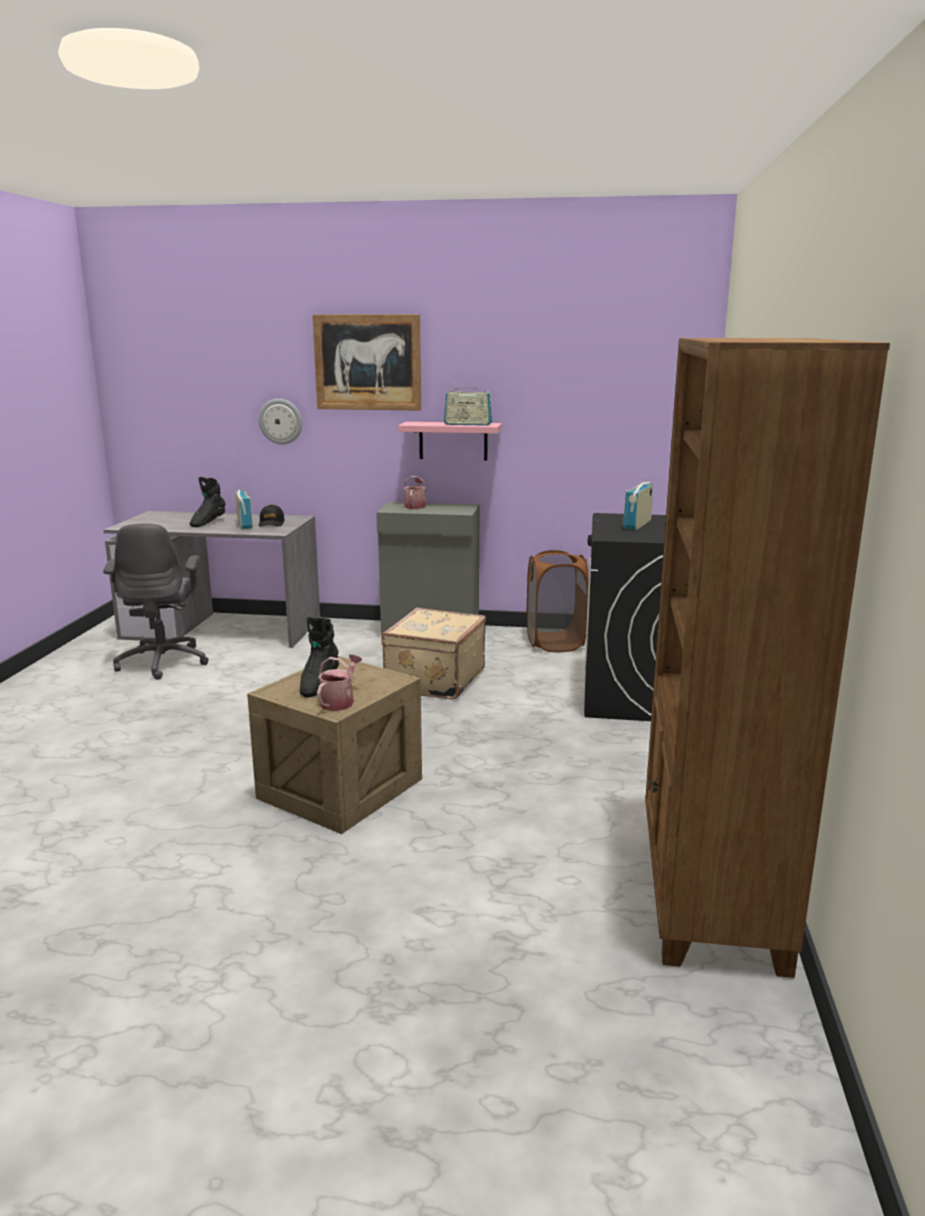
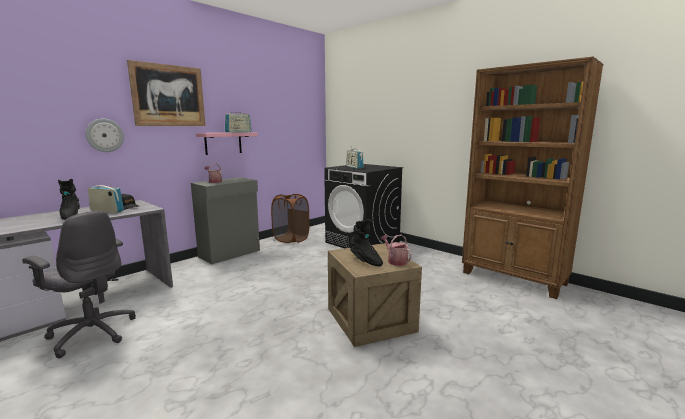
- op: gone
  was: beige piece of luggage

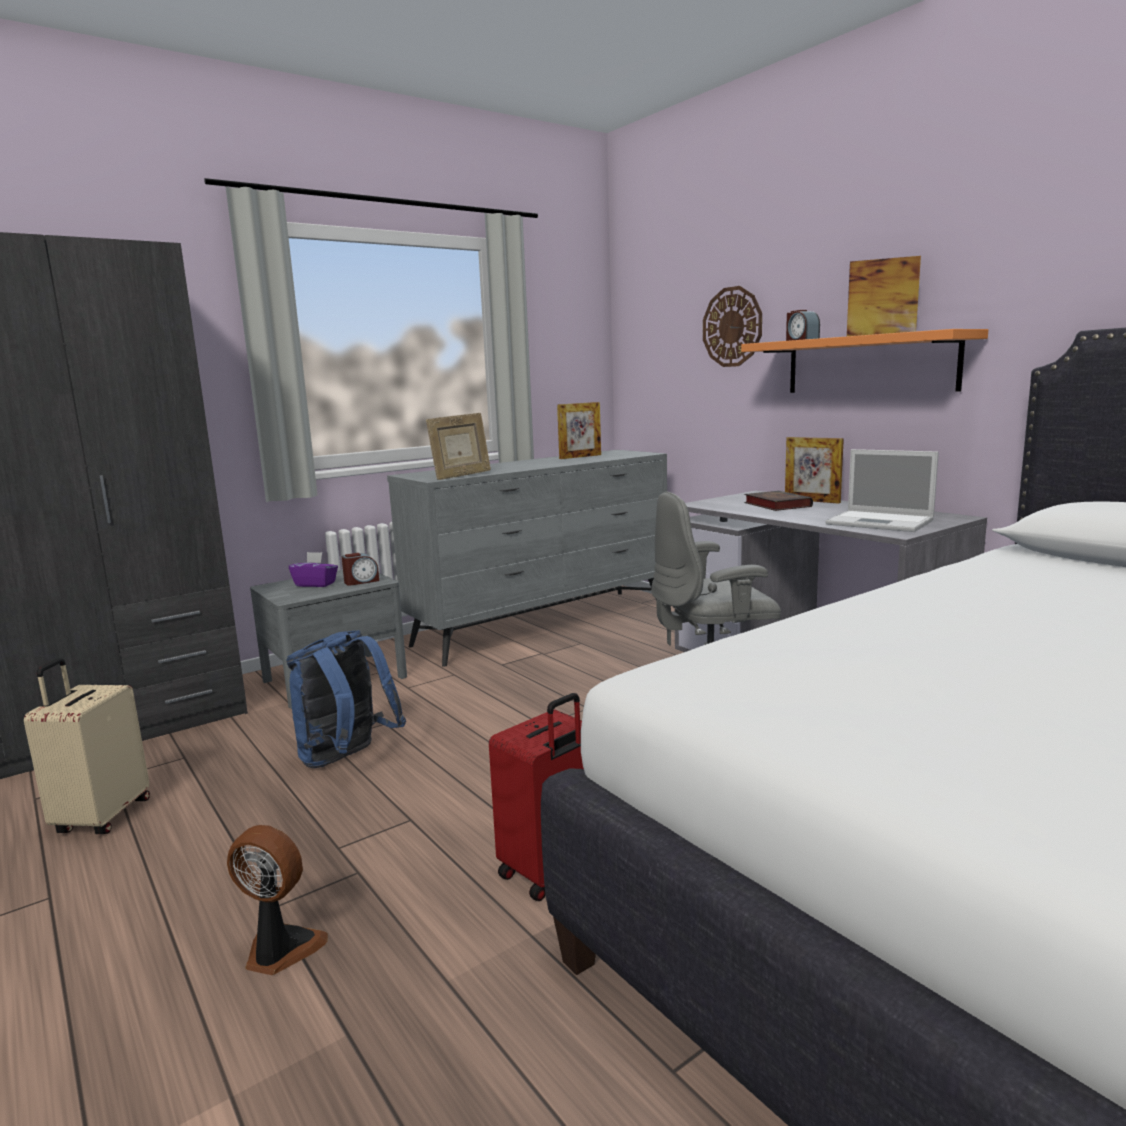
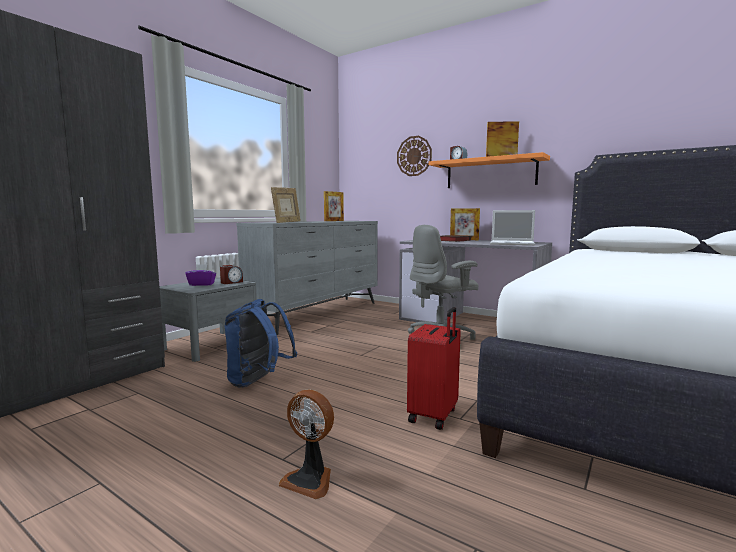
- op: gone
  was: beige piece of luggage
- op: rotated
  was: cooling fan
  clockwise: -150

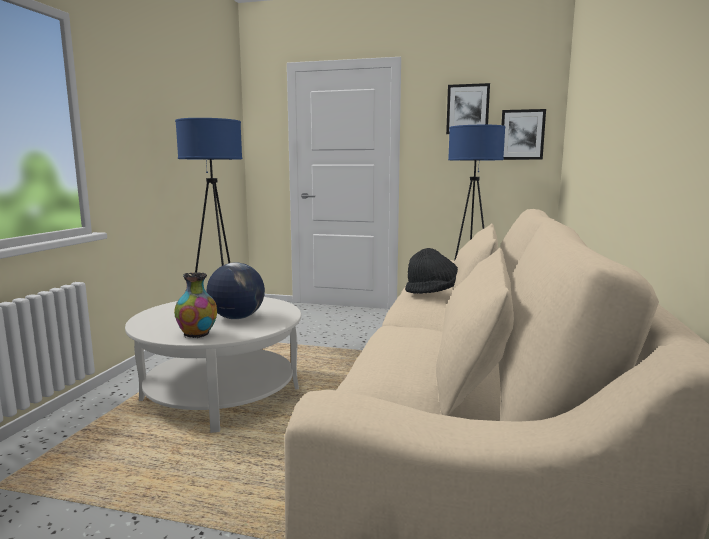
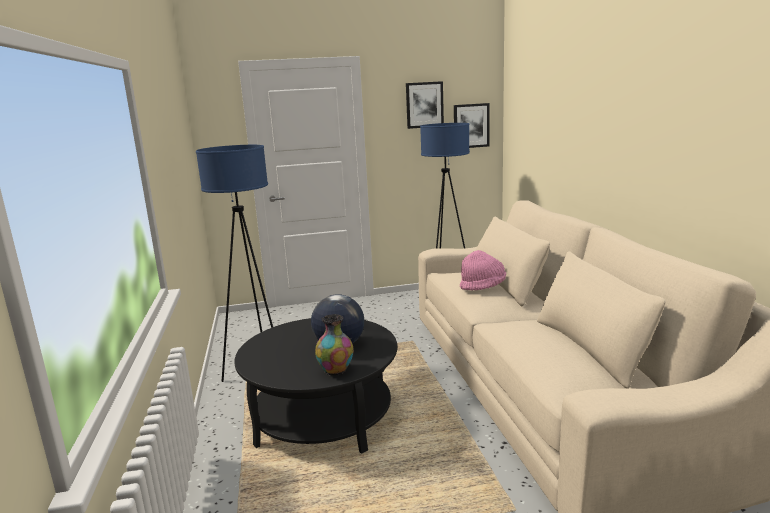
- op: repainted
  was: black clothing hat
  now: pinkish clothing hat
- op: repainted
  was: whitish coffee table
  now: black coffee table

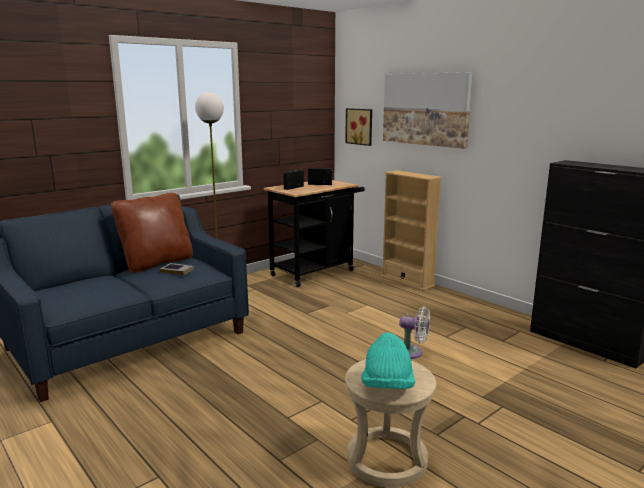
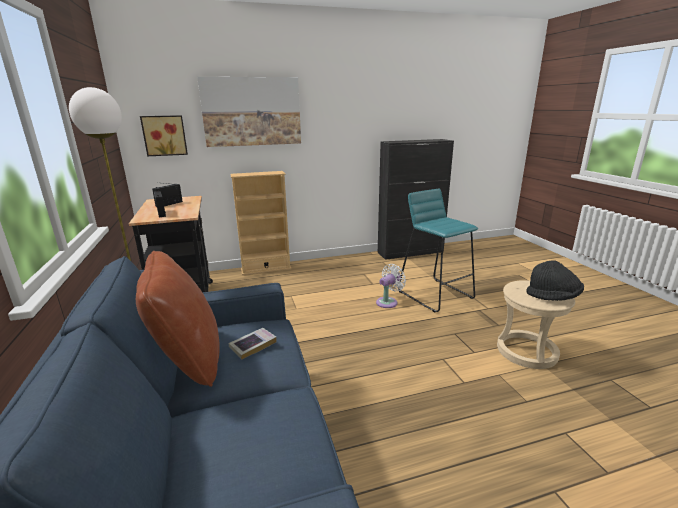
- op: repainted
  was: blue-green clothing hat
  now: black clothing hat
- op: new
  now: blue-green stool

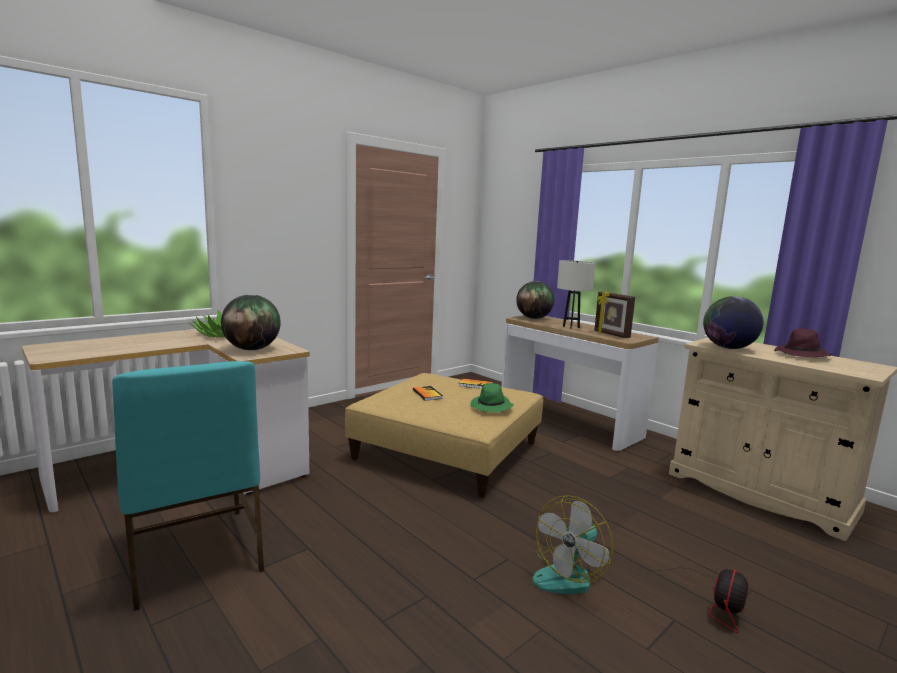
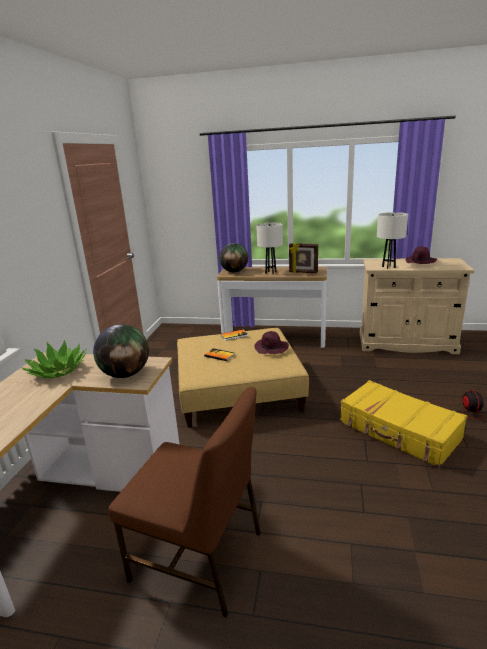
- op: swapped
  was: world globe (no. 3 from left)
  now: whitish table lamp (no. 2 from left)
- op: repainted
  was: blue-green chair
  now: brownish chair
- op: repainted
  was: green-coloured clothing hat
  now: purplish clothing hat (no. 1 from left)
- op: swapped
  was: cooling fan (no. 1 from left)
  now: yellow piece of luggage

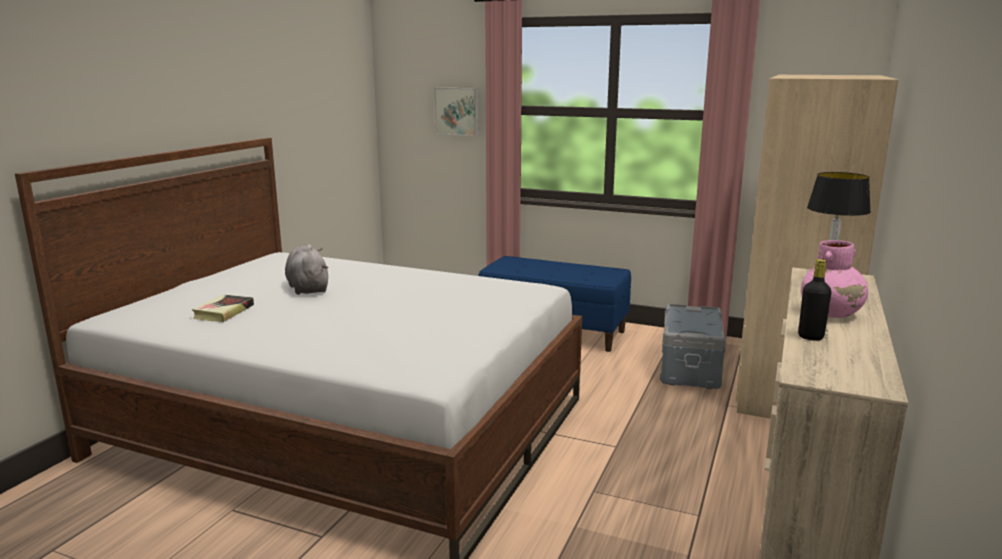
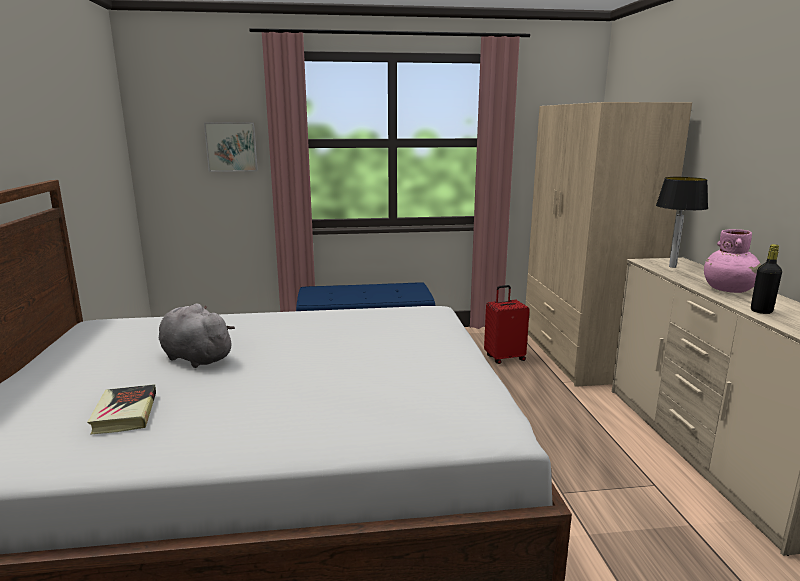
- op: swapped
  was: grey storage bin
  now: reddish piece of luggage

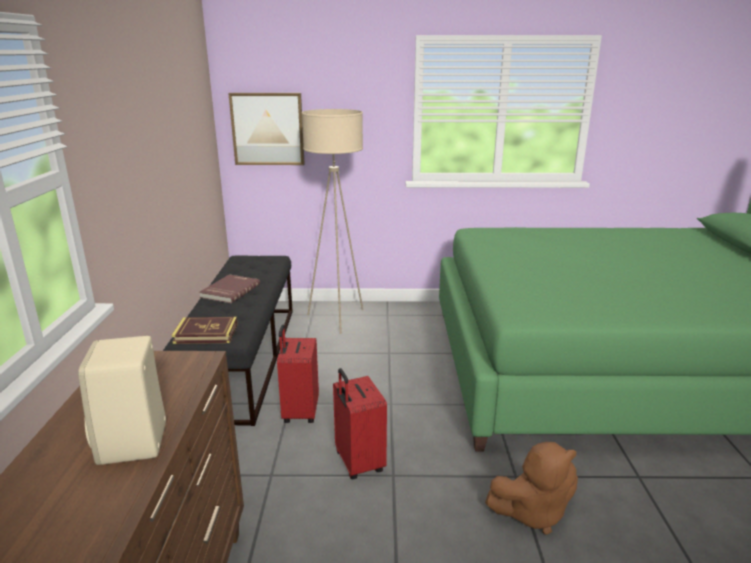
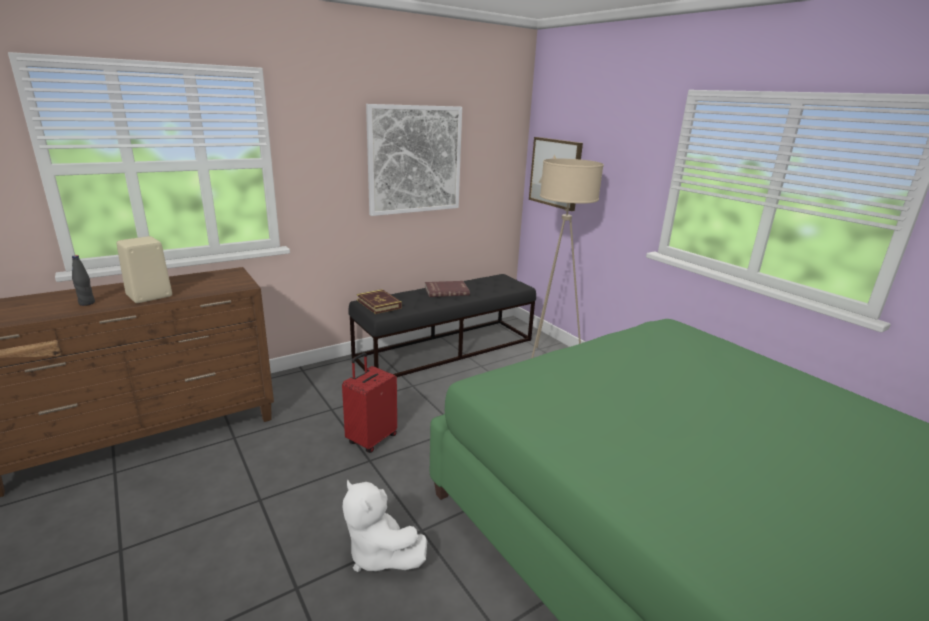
- op: gone
  was: reddish piece of luggage (no. 1 from left)
- op: repainted
  was: brownish plush toy
  now: whitish plush toy
- op: new
  now: wall art (no. 1 from left)
- op: new
  now: black drink bottle

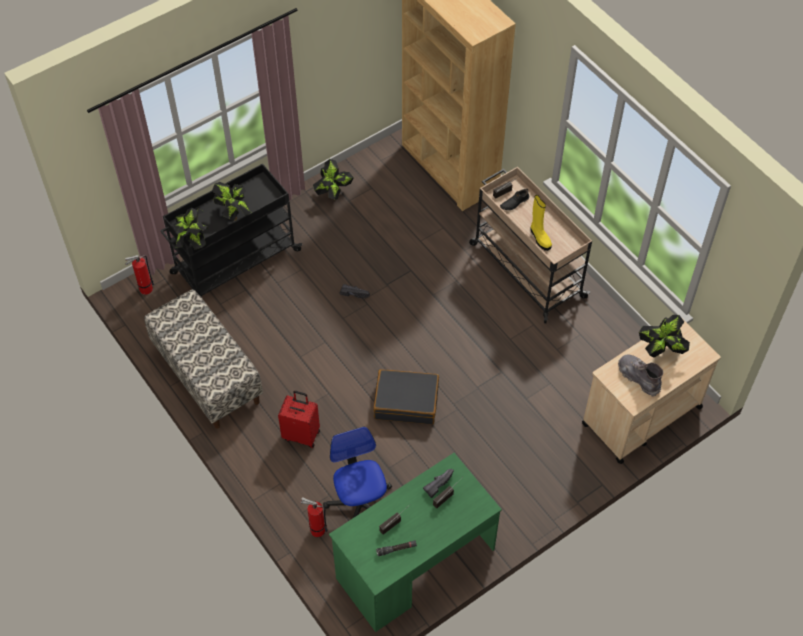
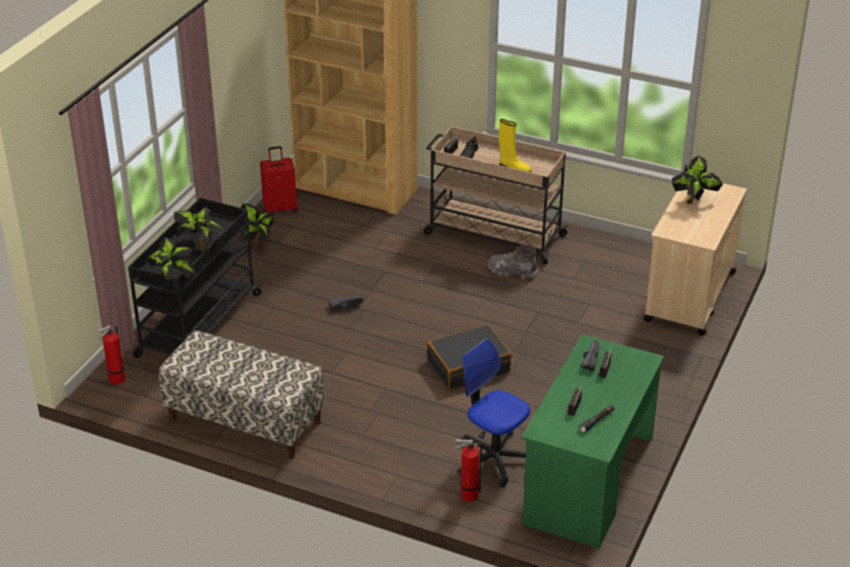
- op: shifted
  was: grey tall boot
- op: shifted
  was: reddish piece of luggage

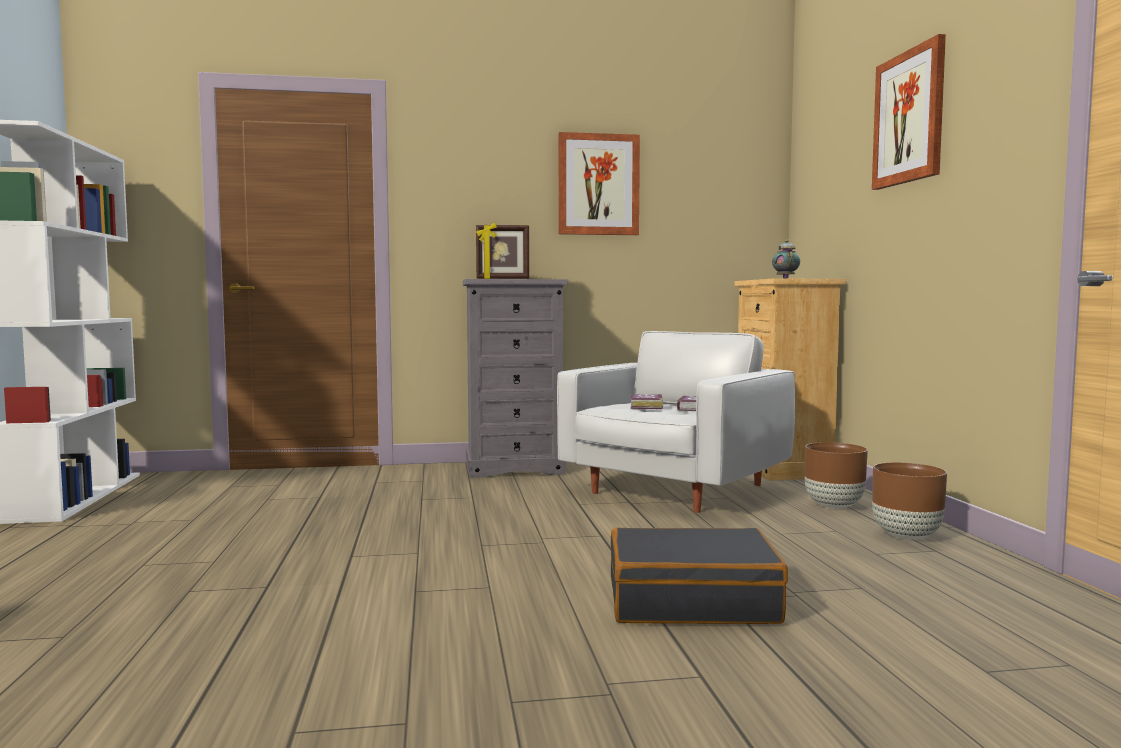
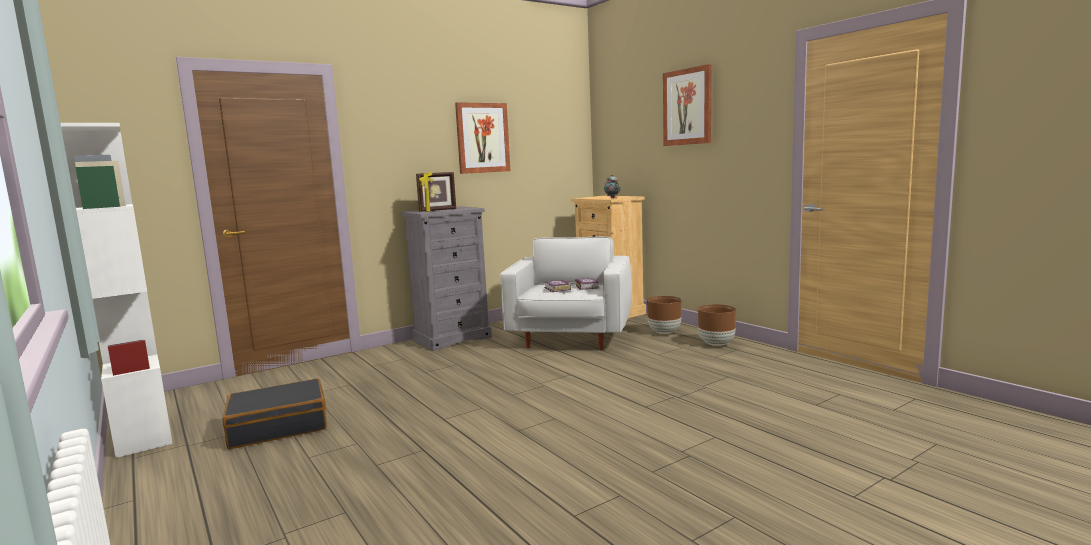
- op: shifted
  was: black piece of luggage

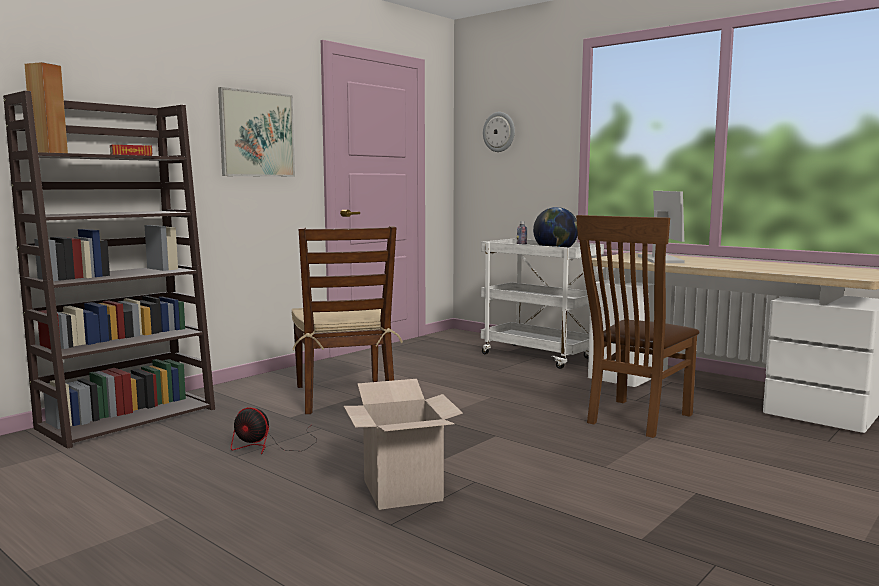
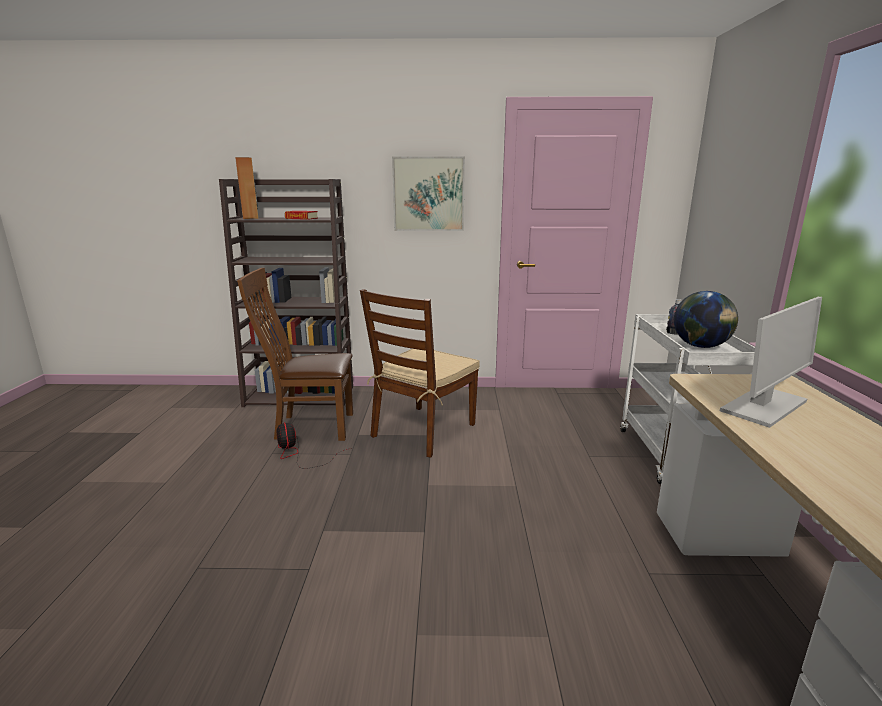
- op: gone
  was: hanging clock
- op: shifted
  was: brownish chair (no. 2 from left in the first image)
  now: brownish chair (no. 1 from left)
- op: gone
  was: cardboard box

